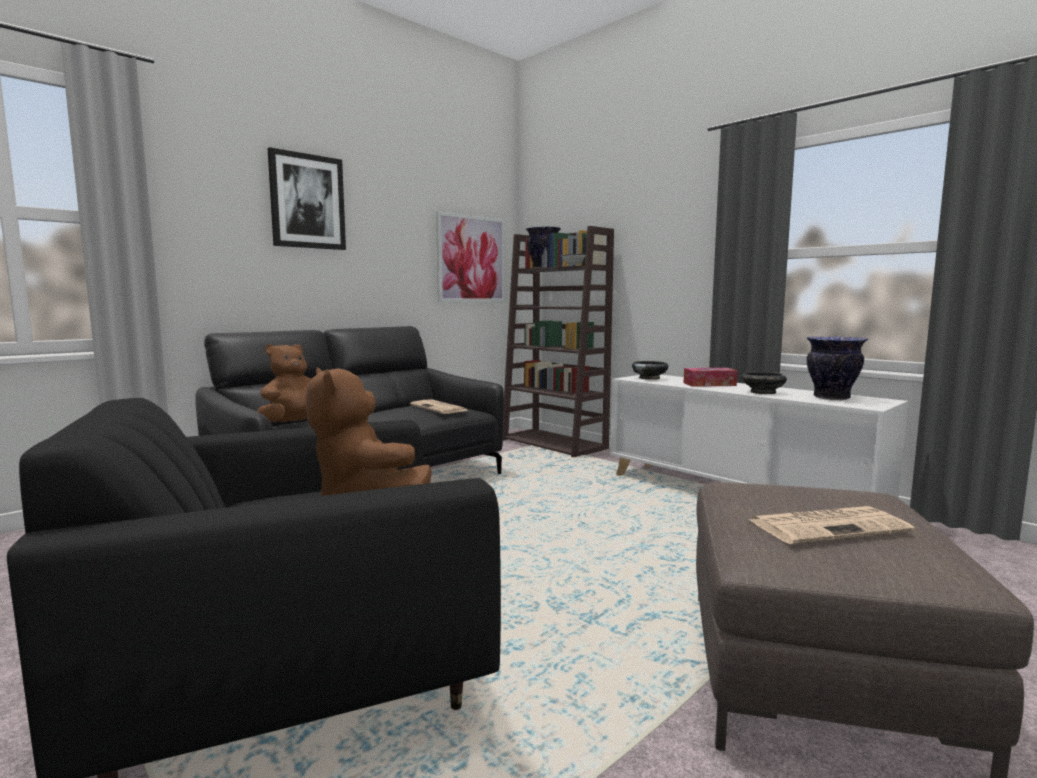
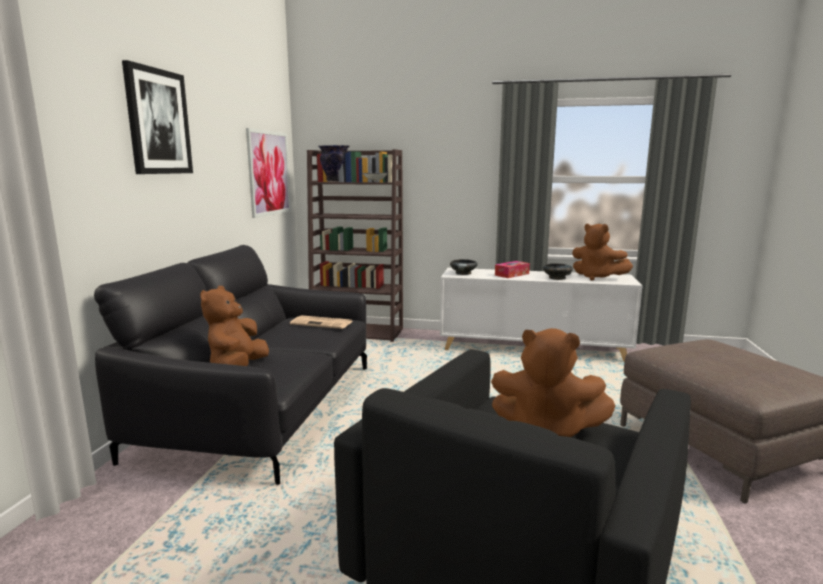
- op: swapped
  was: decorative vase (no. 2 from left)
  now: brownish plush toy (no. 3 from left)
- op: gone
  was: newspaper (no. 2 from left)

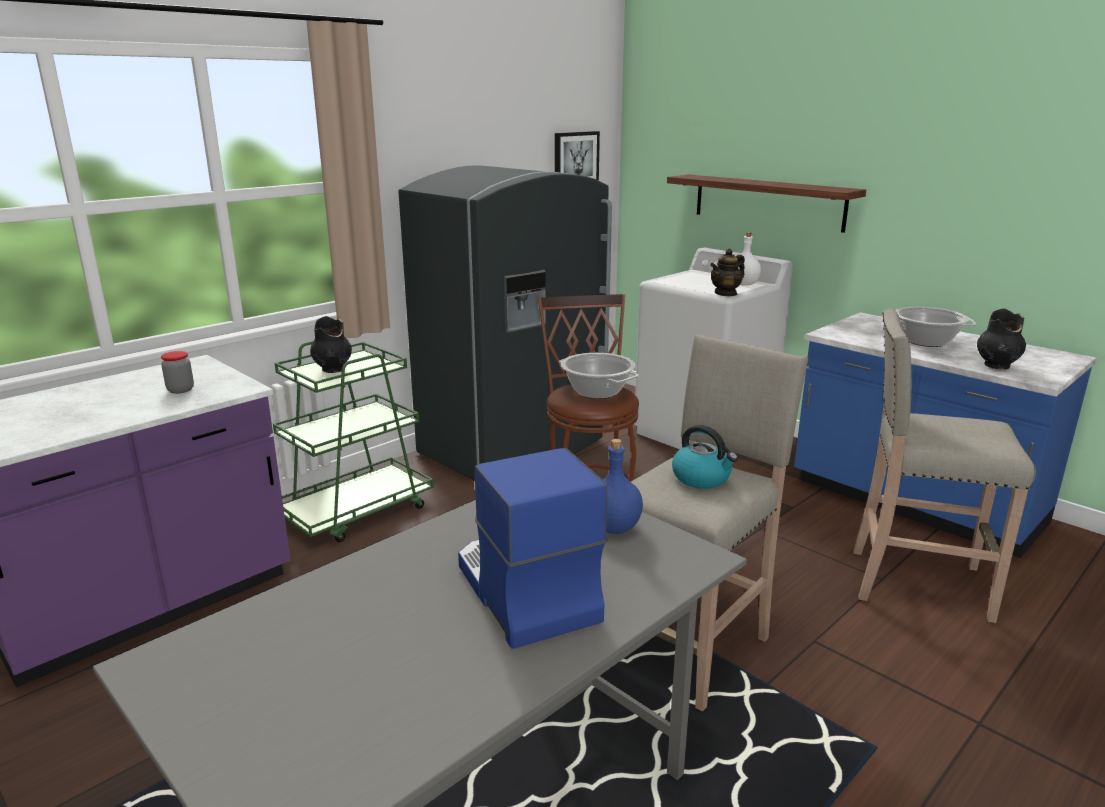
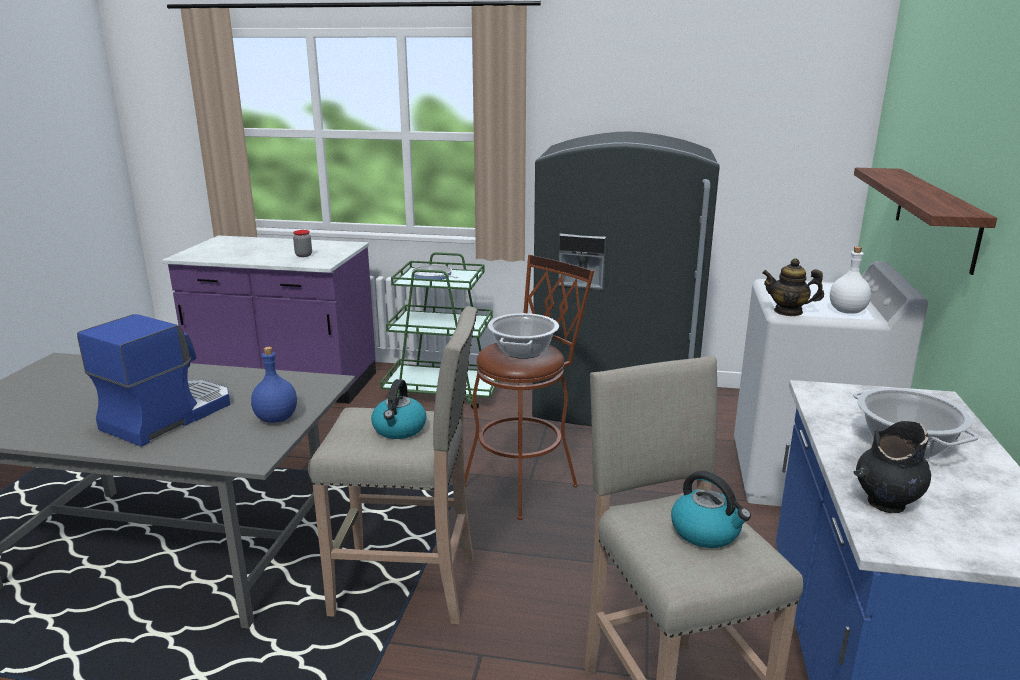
- op: gone
  was: wall art
- op: swapped
  was: black decorative vase (no. 1 from left)
  now: skillet
- op: new
  now: water kettle (no. 2 from left)

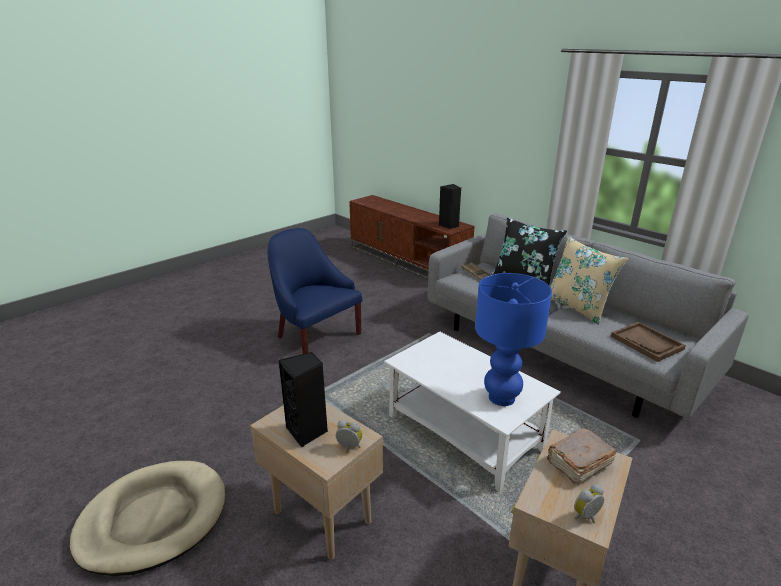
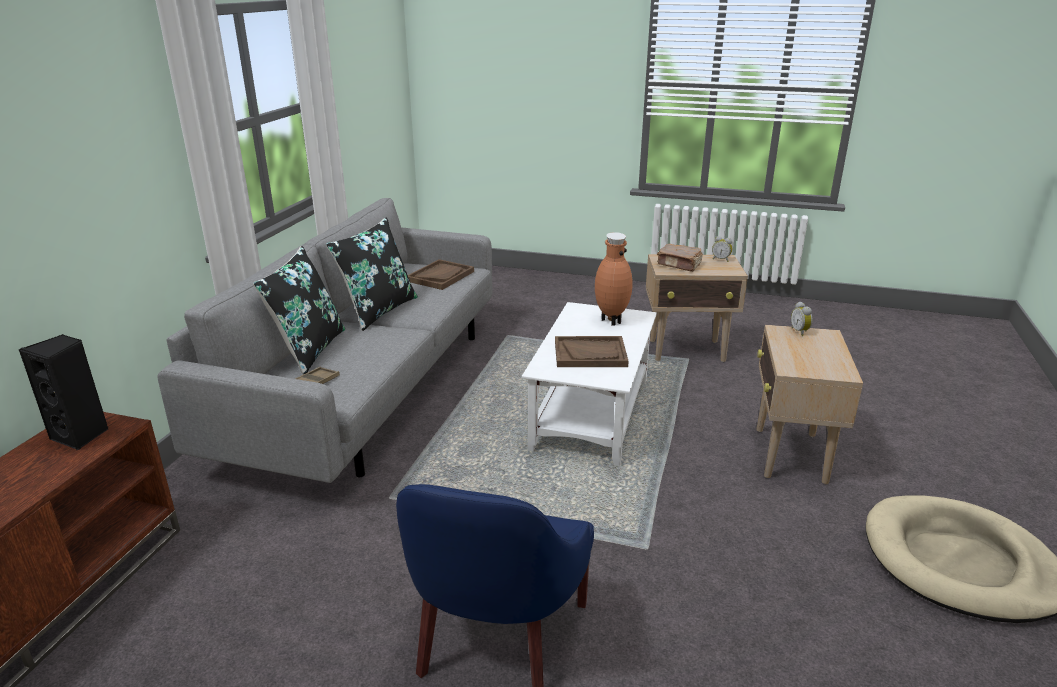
- op: repainted
  was: beige throw pillow
  now: black throw pillow (no. 2 from left)
- op: swapped
  was: bluish table lamp
  now: brownish decorative vase
- op: gone
  was: black loudspeaker (no. 1 from left)
- op: new
  now: brownish serving tray (no. 3 from left)

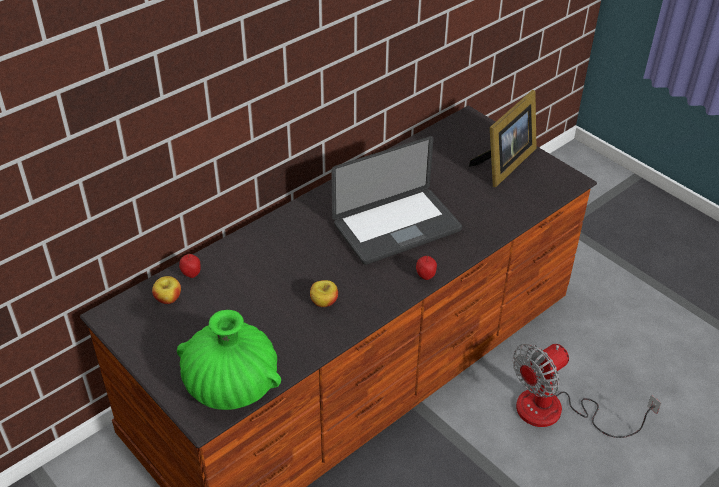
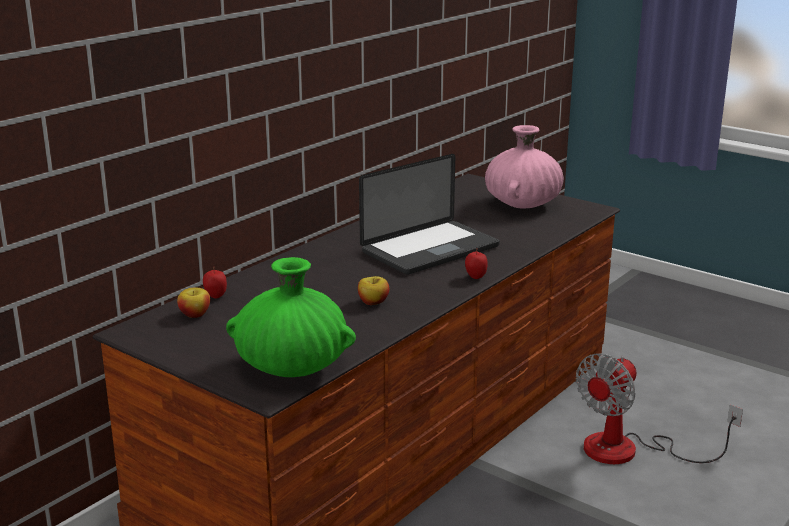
- op: swapped
  was: photo frame
  now: pinkish decorative vase

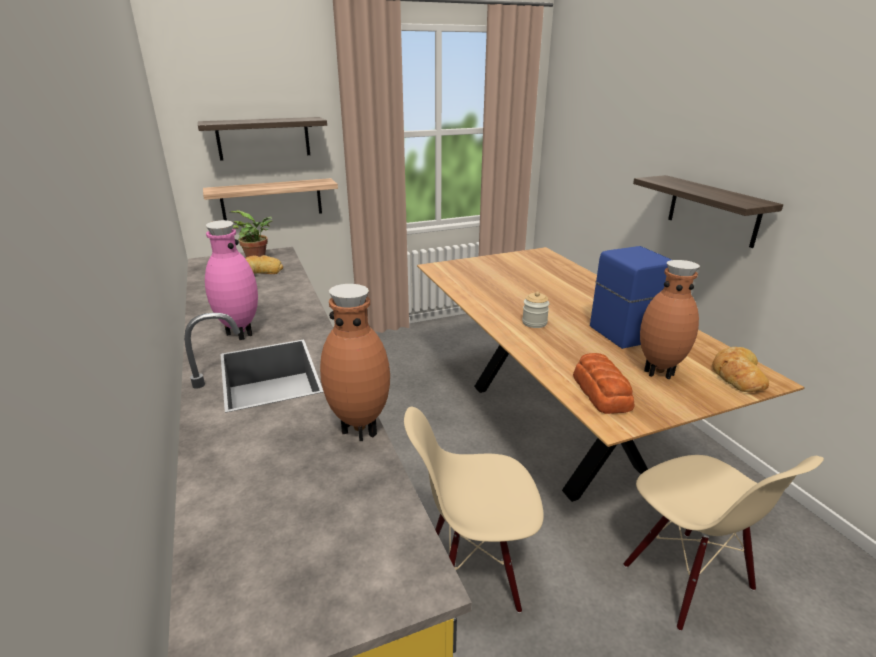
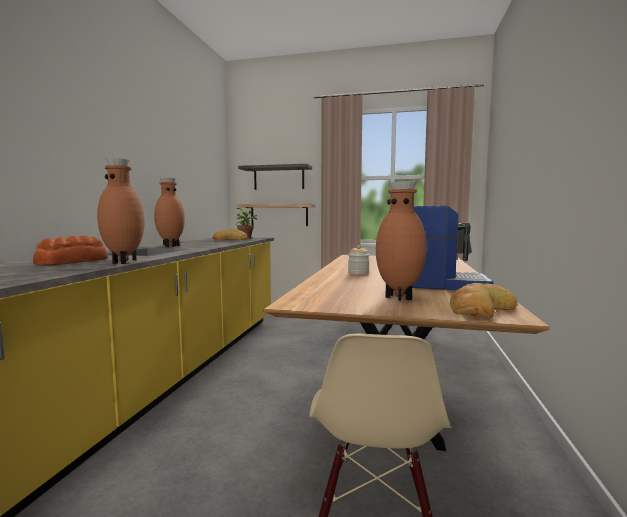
- op: gone
  was: wall shelf (no. 3 from left)
- op: repainted
  was: pinkish decorative vase
  now: brownish decorative vase (no. 2 from left)
- op: shifted
  was: bakery bread (no. 2 from left in the first image)
  now: bakery bread (no. 1 from left)
- op: gone
  was: beige chair (no. 1 from left)

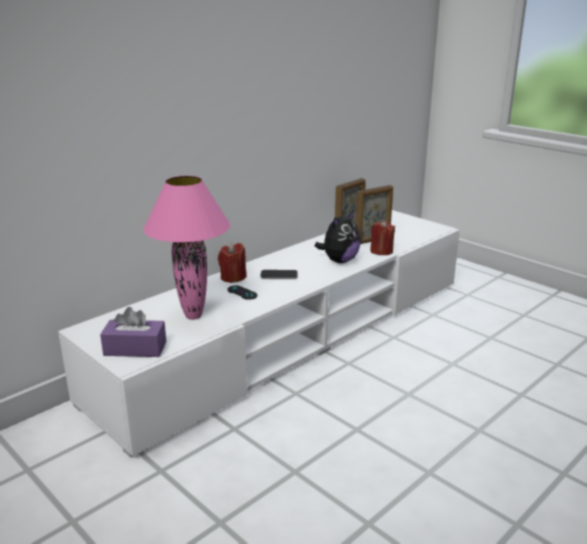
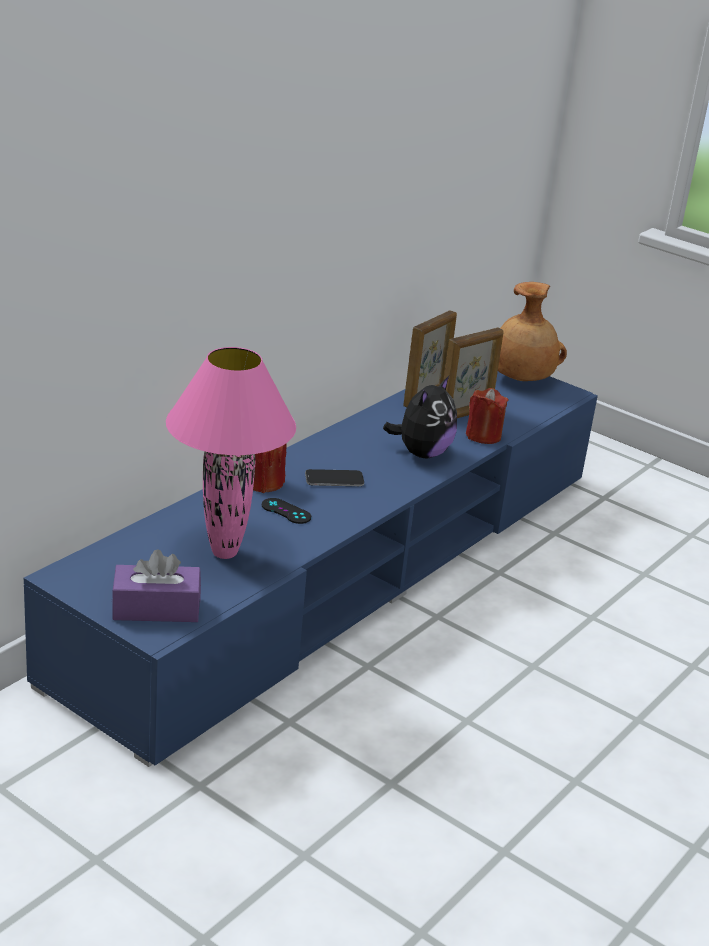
- op: repainted
  was: whitish tv unit
  now: bluish tv unit
- op: new
  now: brownish decorative vase

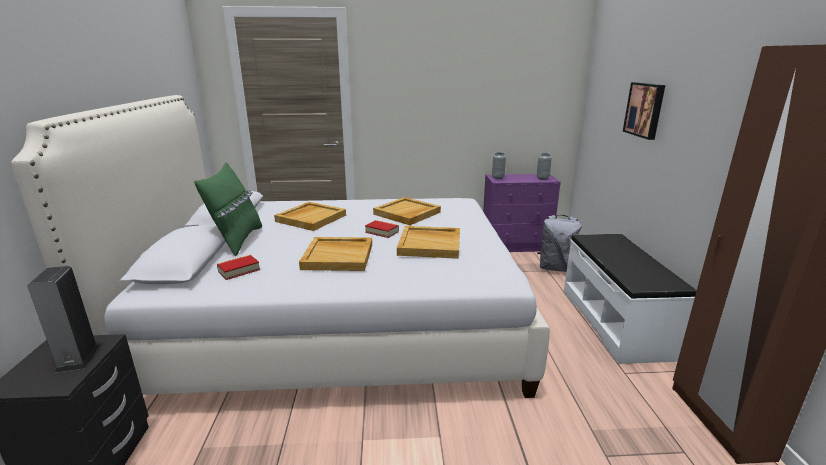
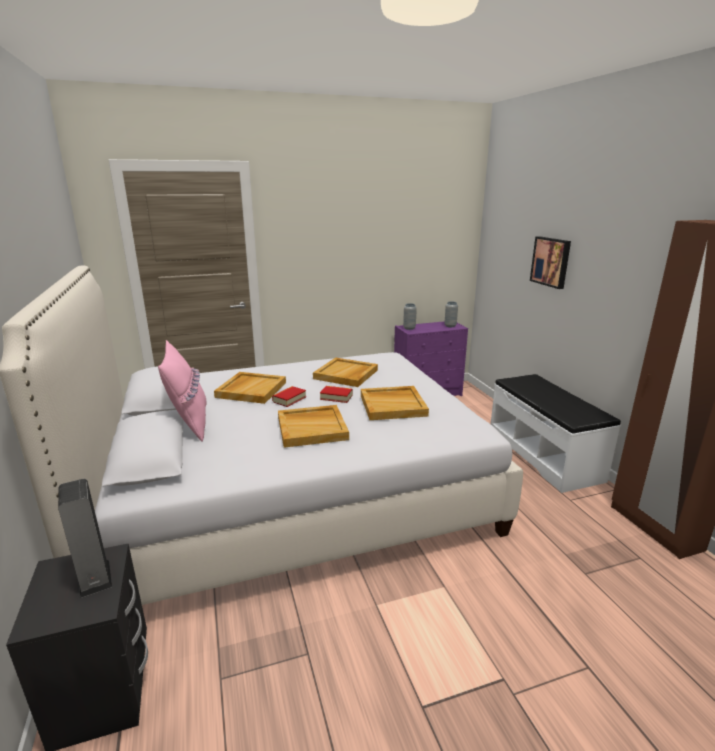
- op: repainted
  was: green-coloured throw pillow
  now: pinkish throw pillow
- op: gone
  was: grey rucksack
- op: shifted
  was: bound book (no. 1 from left)

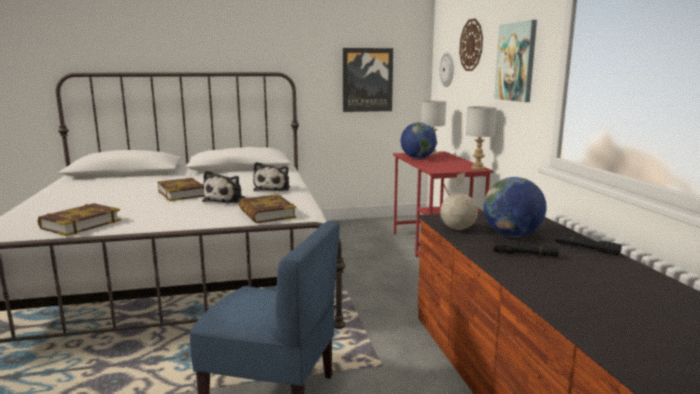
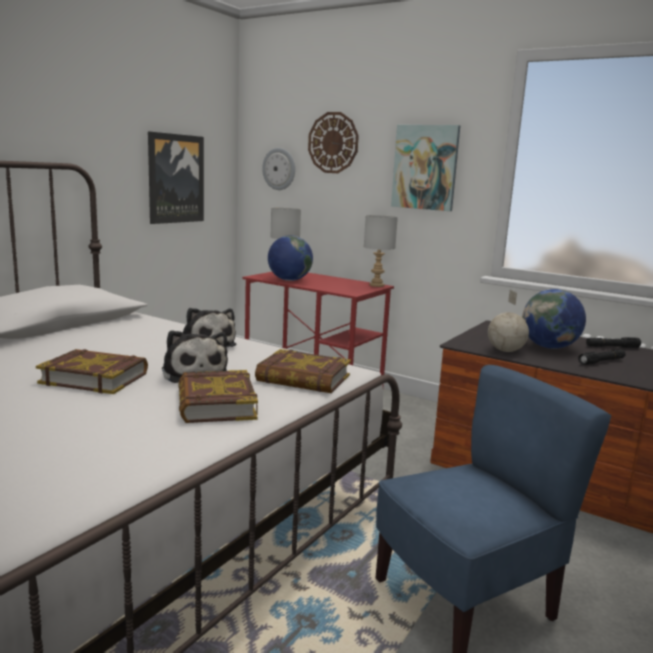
- op: shifted
  was: bound book (no. 1 from left in the first image)
  now: bound book (no. 2 from left)

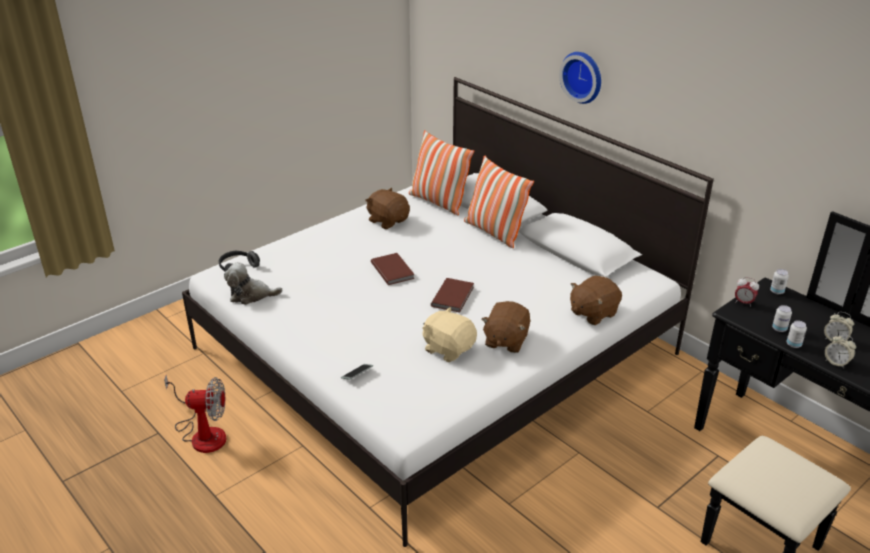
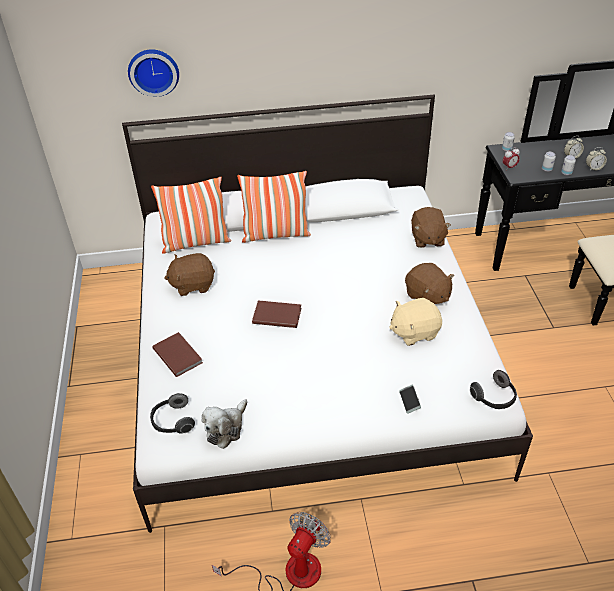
- op: shifted
  was: hanging clock
- op: shifted
  was: brownish bound book (no. 2 from left in the first image)
  now: brownish bound book (no. 1 from left)
- op: new
  now: pair of headphones (no. 2 from left)

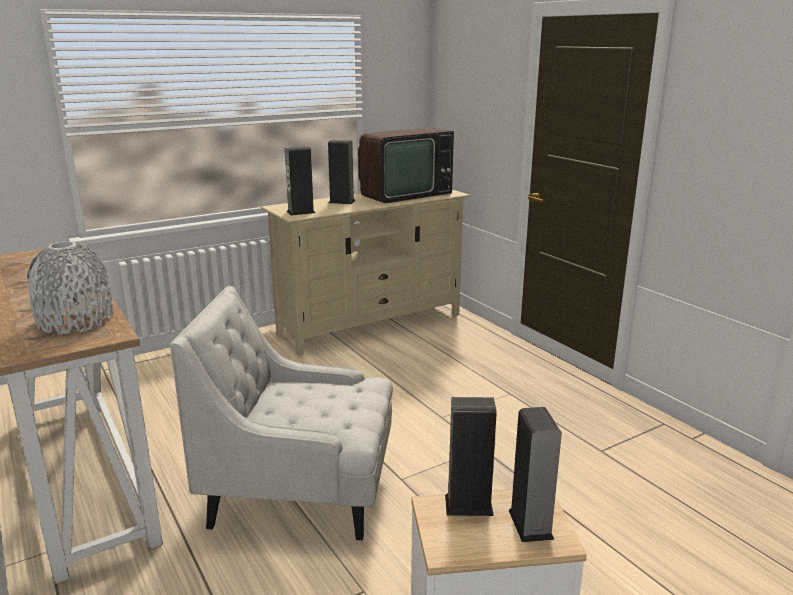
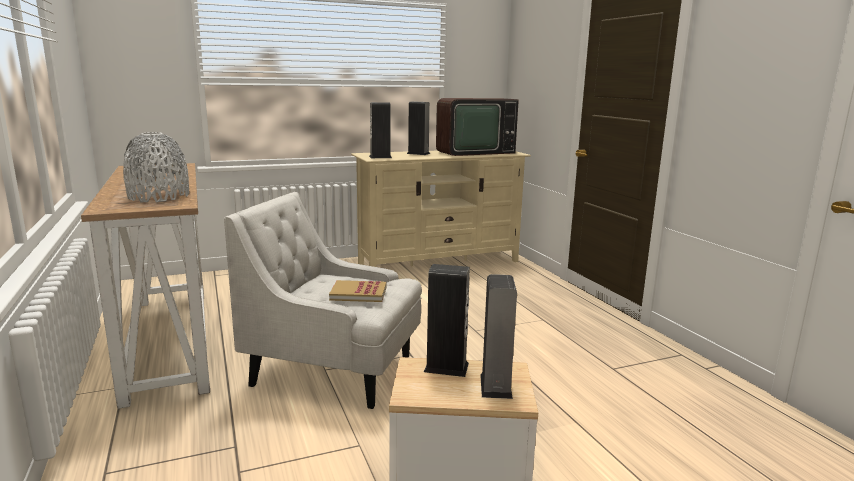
- op: new
  now: bound book

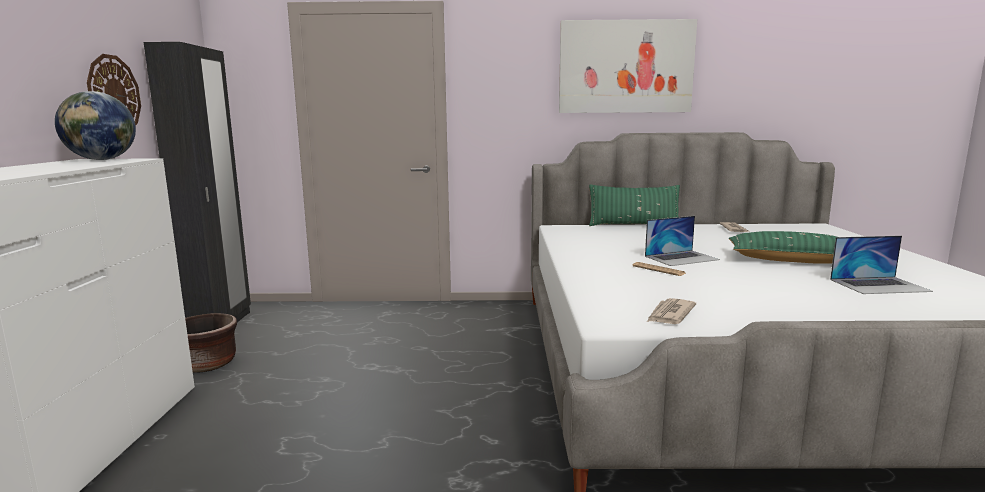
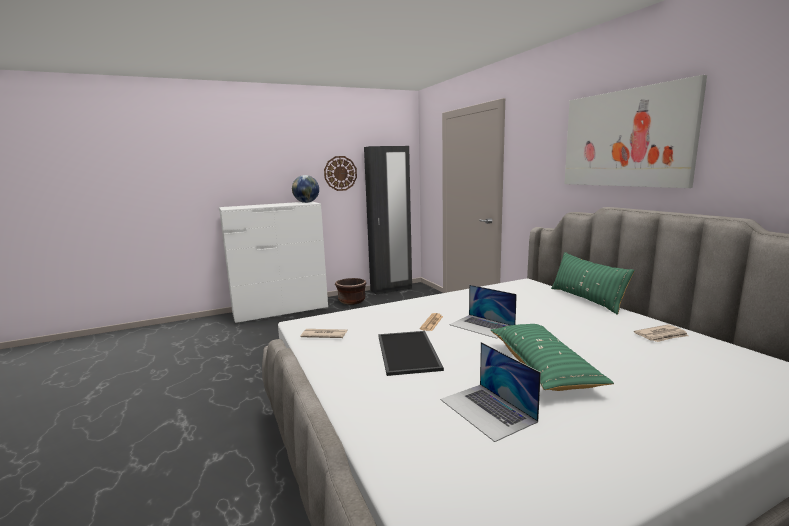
- op: new
  now: serving tray

